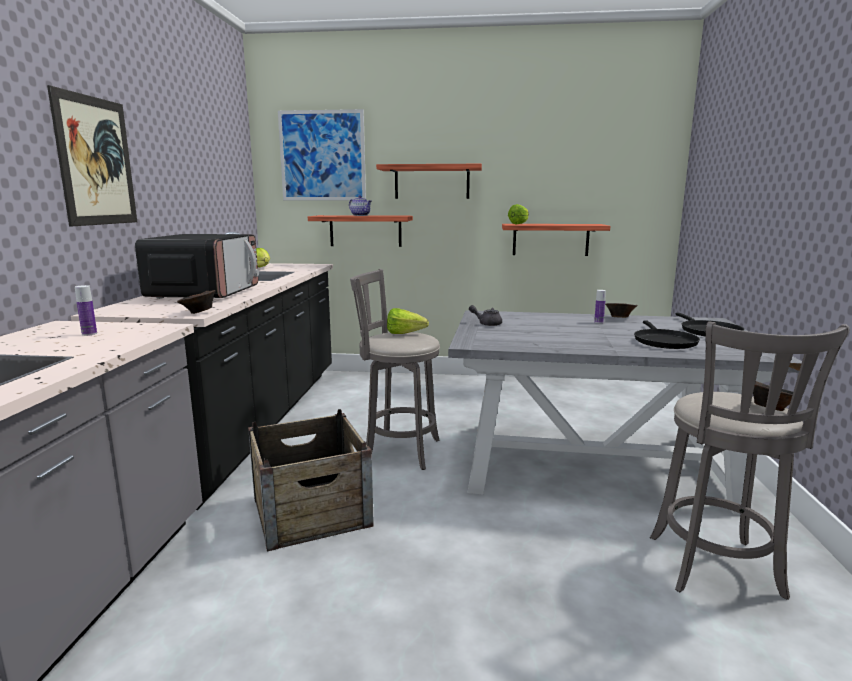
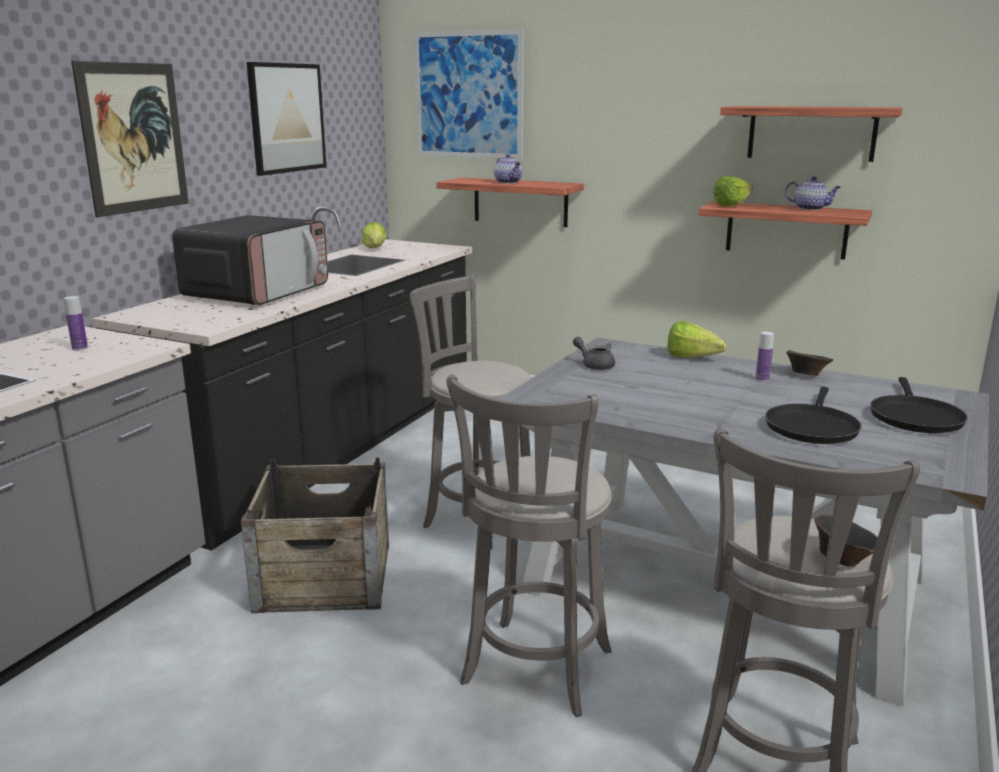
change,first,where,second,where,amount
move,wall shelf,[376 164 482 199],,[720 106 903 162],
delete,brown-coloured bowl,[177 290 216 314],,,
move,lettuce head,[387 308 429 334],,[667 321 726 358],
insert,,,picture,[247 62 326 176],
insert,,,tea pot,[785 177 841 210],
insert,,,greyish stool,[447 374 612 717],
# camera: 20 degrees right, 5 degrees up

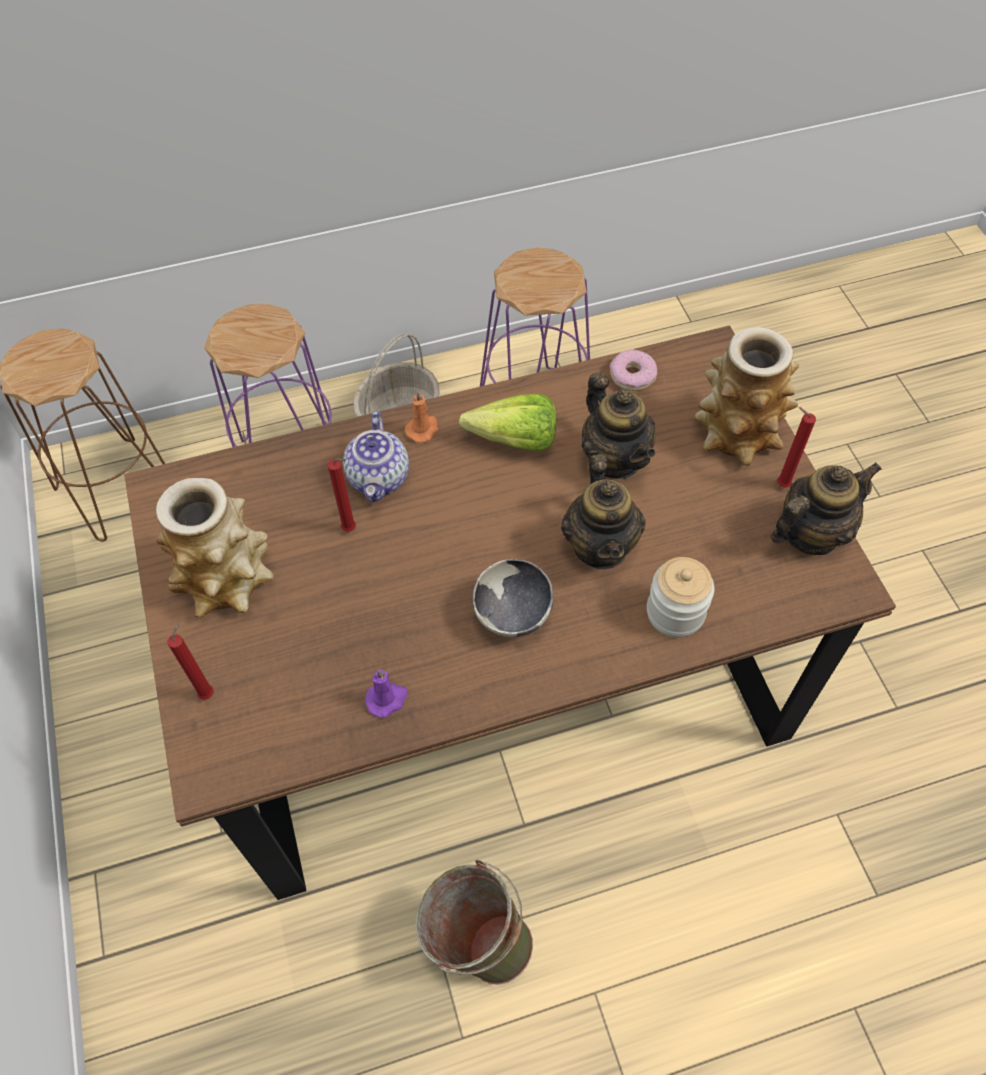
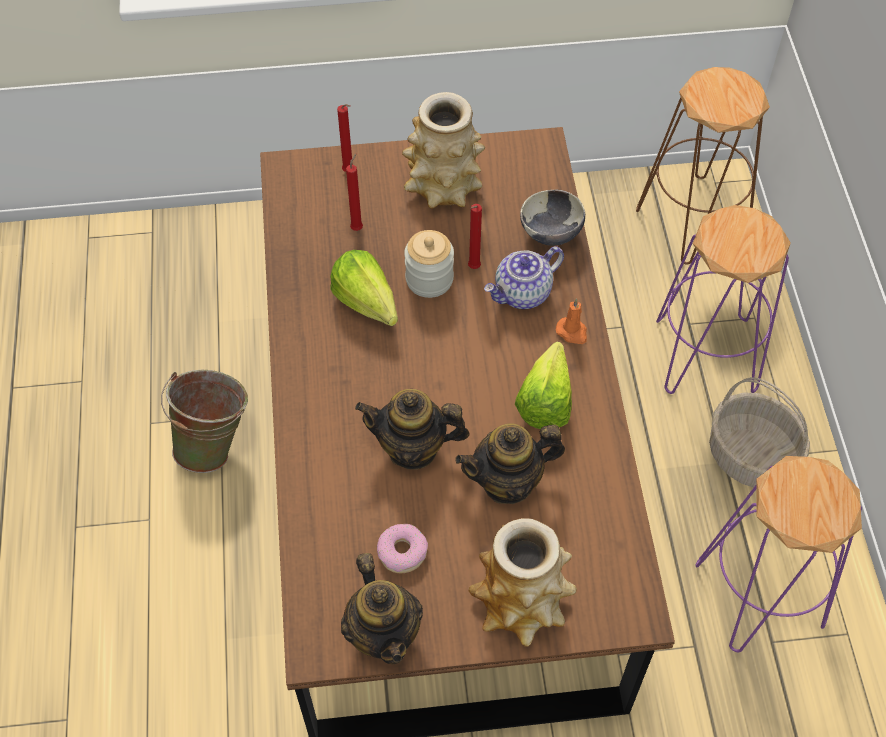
change,first,where,second,where,amount
move,doughnut,[610 349 657 391],,[377 524 428 573],
move,reddish wax light,[777 407 816 488],,[346 154 363 231],
rotate,tea pot,[343 411 409 503],,[484 247 564 309],45 degrees counterclockwise
move,storage jar,[647 557 715 637],,[404 230 454 298],
move,bowl,[472 559 553 637],,[520 190 585 246],
delete,purplish wax light,[365 669 408 718],,,
insert,,,lettuce head,[330 250 398 326],
# camera: 100 degrees right, 0 degrees up

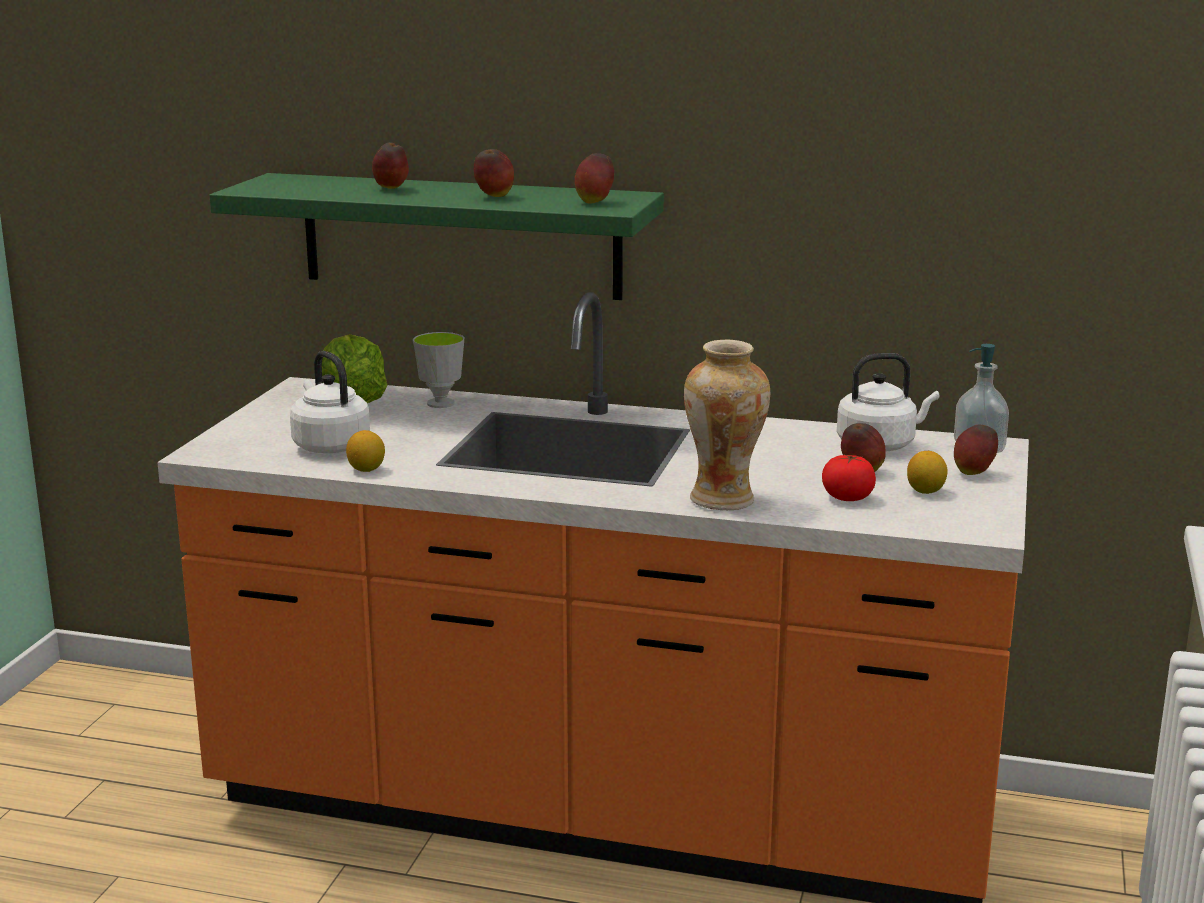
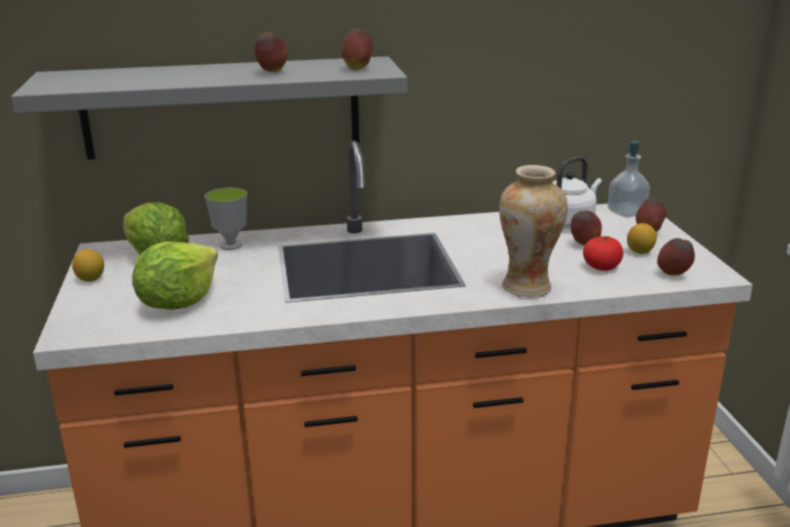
change,first,where,second,where,amount
move,whole apple,[372 142 409 189],,[657 238 695 276],
recolor,green-coloured wall shelf,[210 173 664 300],greyish wall shelf,[11 56 408 160],
replace,white-coloured tea kettle,[290 351 370 453],lettuce head,[132 242 218 310],
move,whole lemon,[346 430 385 472],,[72 249 104 282],
# camera: 25 degrees left, 5 degrees up

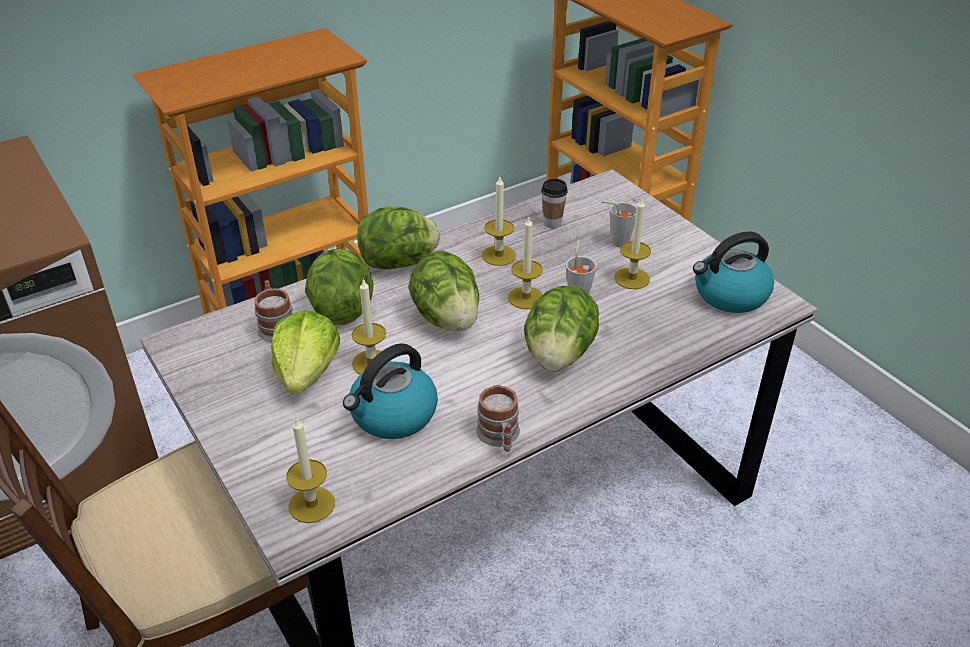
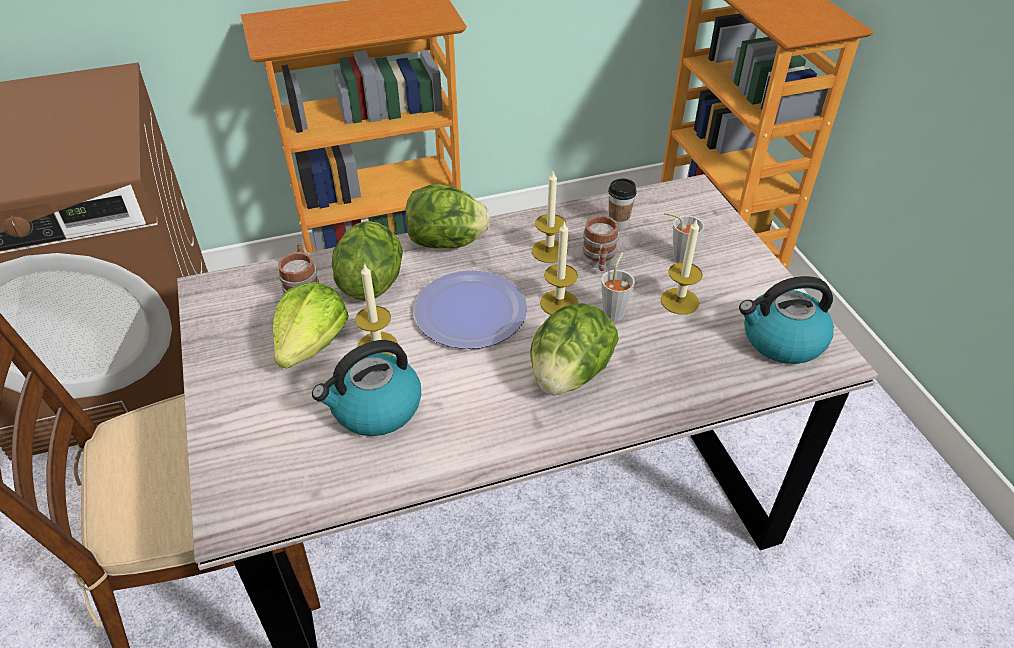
change,first,where,second,where,amount
replace,lettuce head,[409 251 479 331],plate,[414 270 527 349],
move,tea mug,[476 385 520 452],,[580 215 619 271],
delete,wax light,[286 417 335 523],,,
# camera: 15 degrees right, 5 degrees up

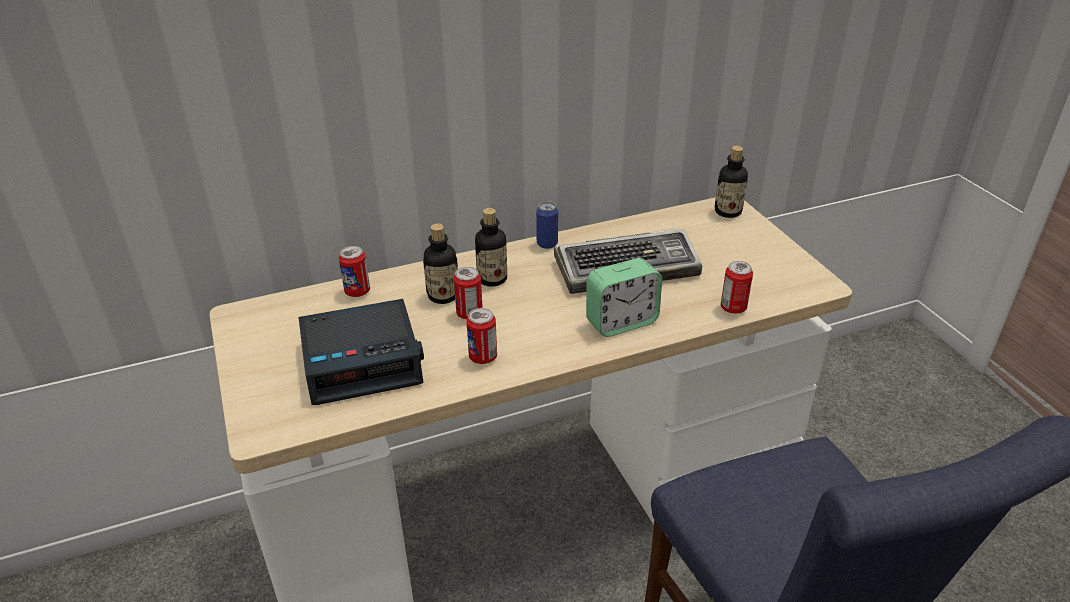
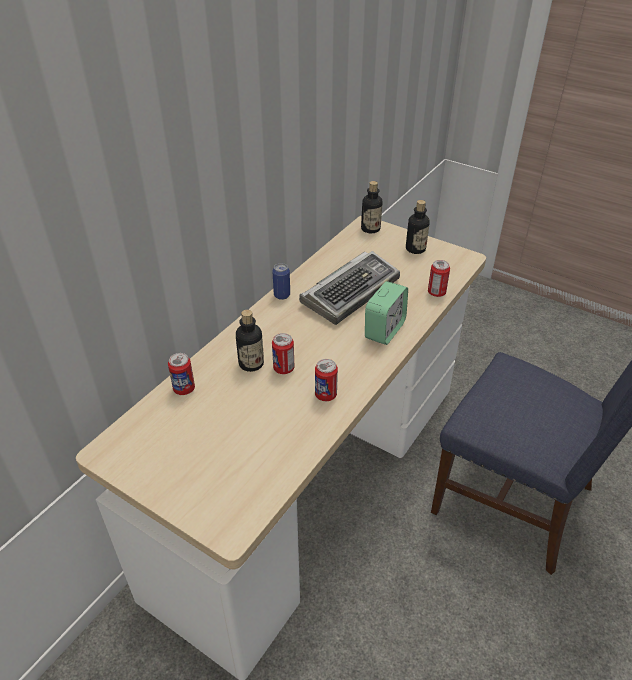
change,first,where,second,where,amount
move,beverage bottle,[475 208 507 287],,[406 200 430 254],
delete,bedside clock,[298 299 424 405],,,
# camera: 35 degrees left, 5 degrees up

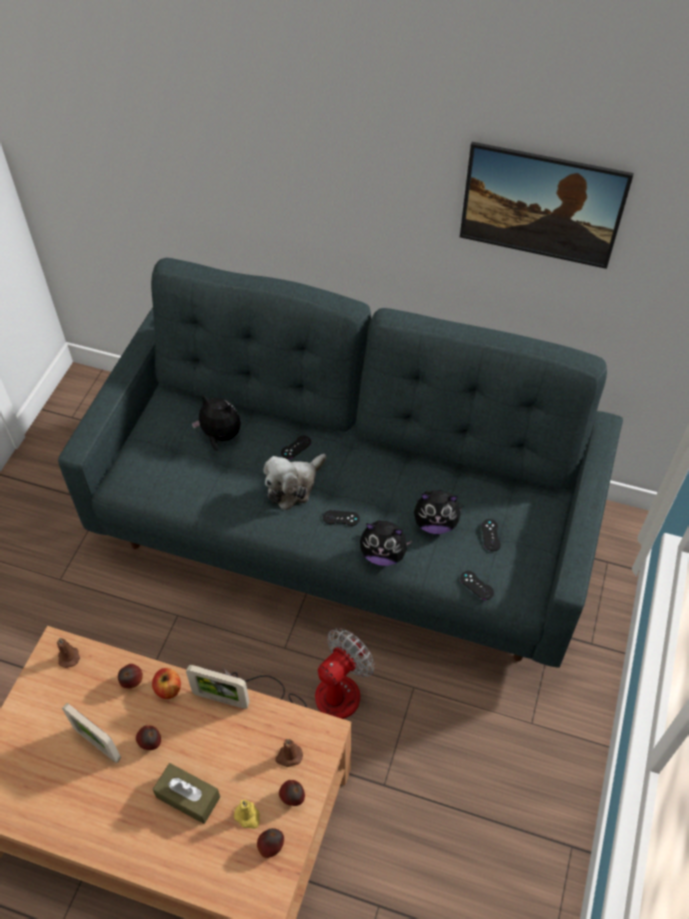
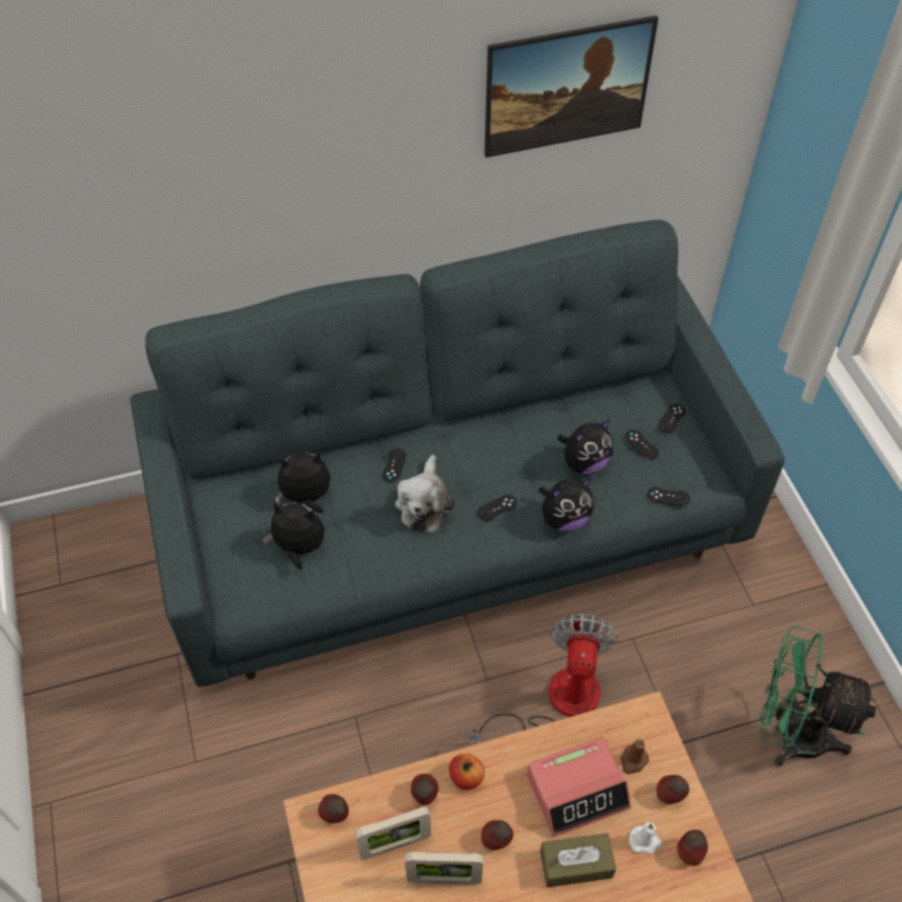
change,first,where,second,where,amount
replace,brown-coloured wax light,[57 638 80 668],whole apple,[318 794 349 823],
move,picture frame,[186 665 250 709],,[355 807 431 860],
recolor,yellow wax light,[234 799 260 829],white-coloured wax light,[629 822 662 854],
insert,,,black joypad,[658 404 686 433],
insert,,,plush toy,[262 501 325 570],
insert,,,green-coloured fan,[759 626 876 766],
insert,,,bedside clock,[527 737 631 837],
# camera: 35 degrees left, 0 degrees up

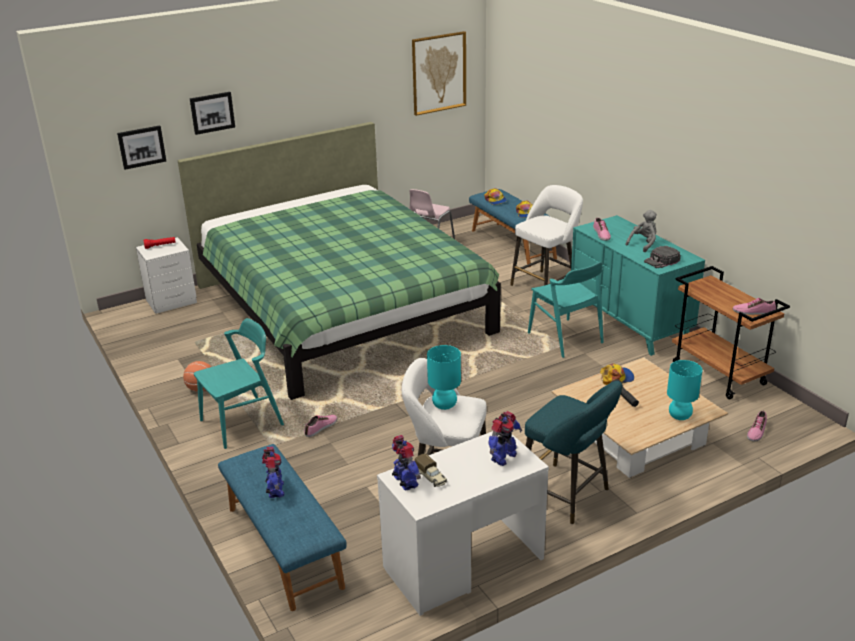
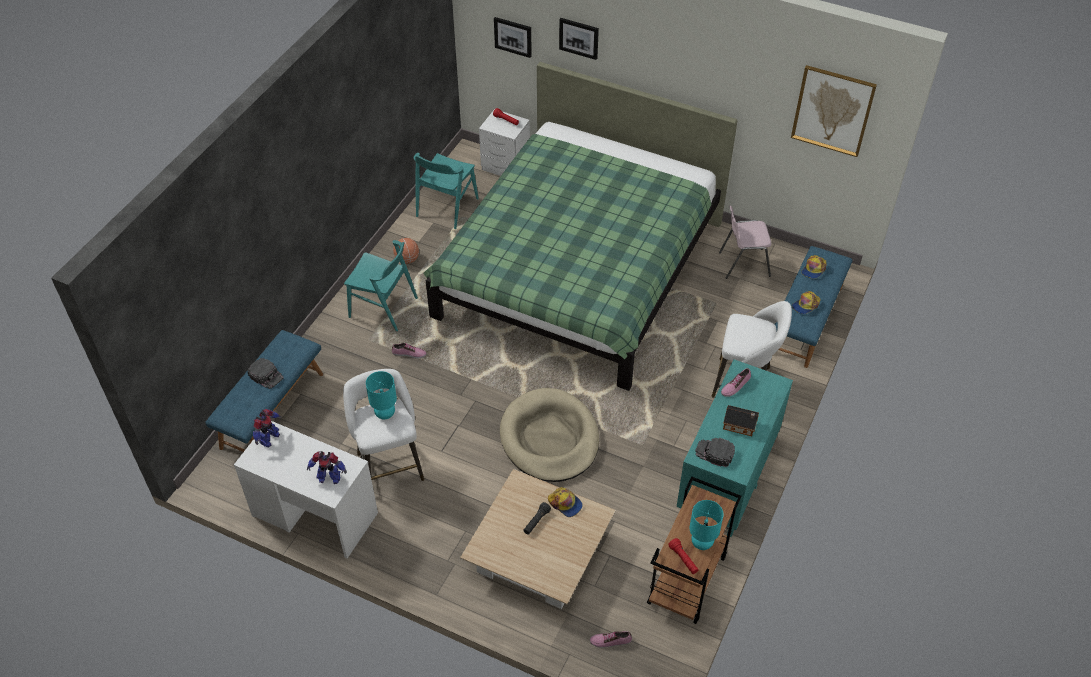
change,first,where,second,where,amount
replace,greyish plush toy,[626 210 657 252],toy house,[723 405 759 436],
move,turquoise-coloured upright chair,[528 262 604 358],,[414 153 479 229],
replace,shoe,[733 298 776 315],reddish flashlight,[668 538 699 574],
move,turquoise-coloured tabletop lamp,[667 360 702 420],,[690 500 724 550],
delete,turquoise-coloured stool,[525 381 622 524],,,
replace,model robot,[262 447 284 498],black baseball cap,[247 358 283 389],
delete,toy lorry,[414 453 447 487],,,
insert,,,beige pet bed,[500 388 599 482],
# camera: 55 degrees right, 20 degrees up

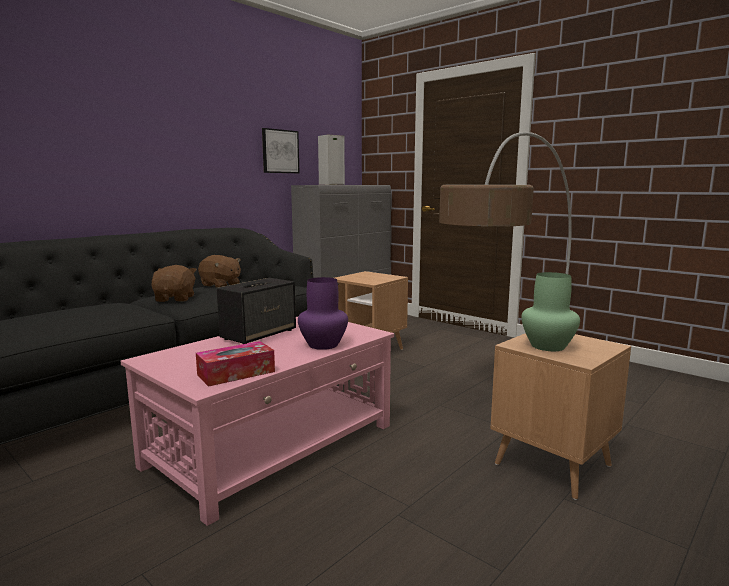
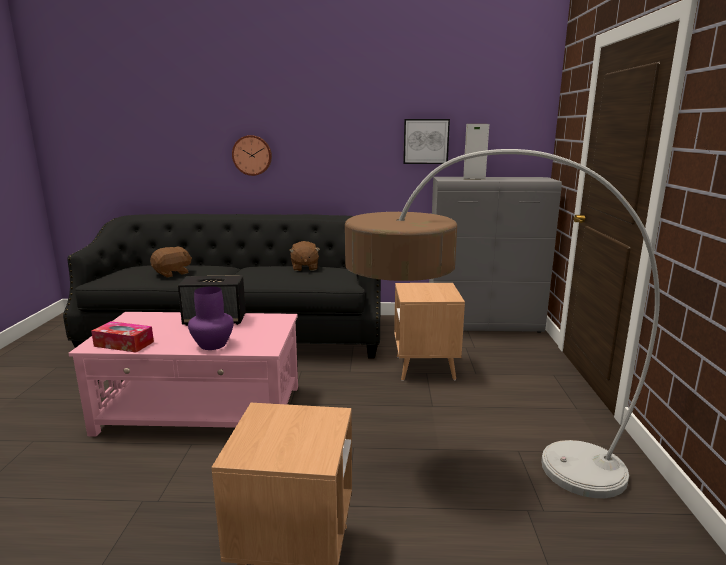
change,first,where,second,where,amount
move,brown-coloured plush toy,[151 265 197 302],,[150 247 192 278],
delete,green-coloured vase,[521 272 580 351],,,
insert,,,clock on the wall,[232 135 272 176],
# camera: 50 degrees right, 5 degrees up

